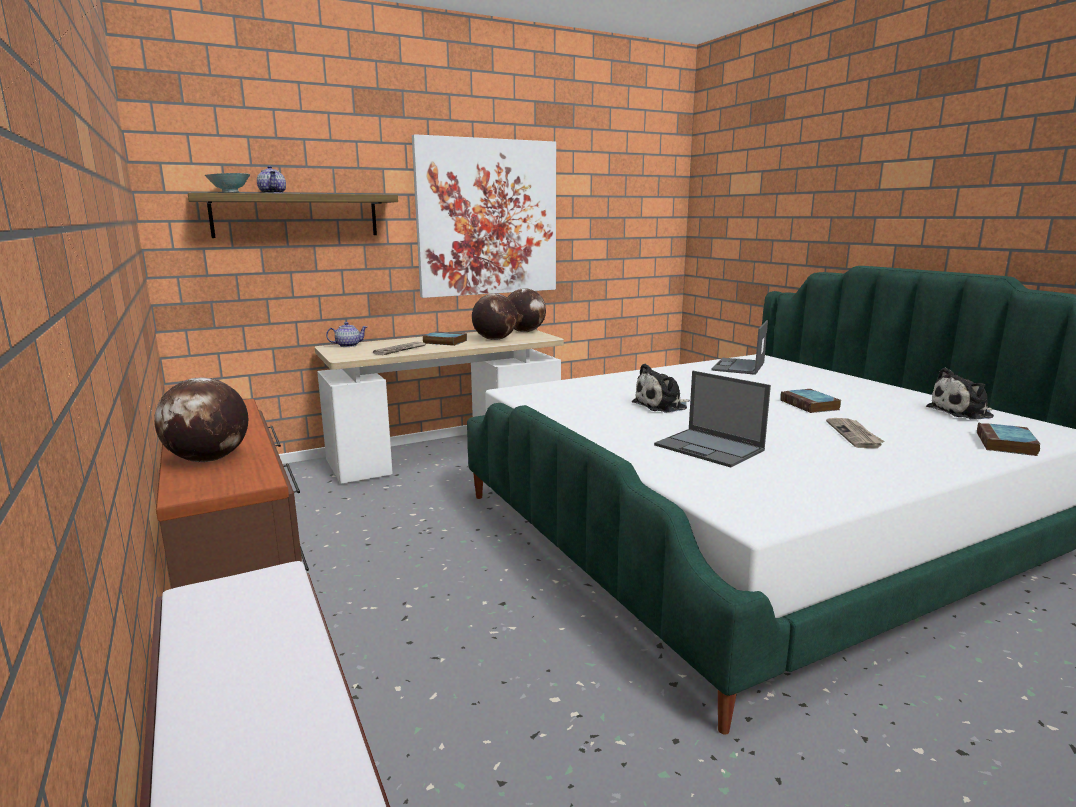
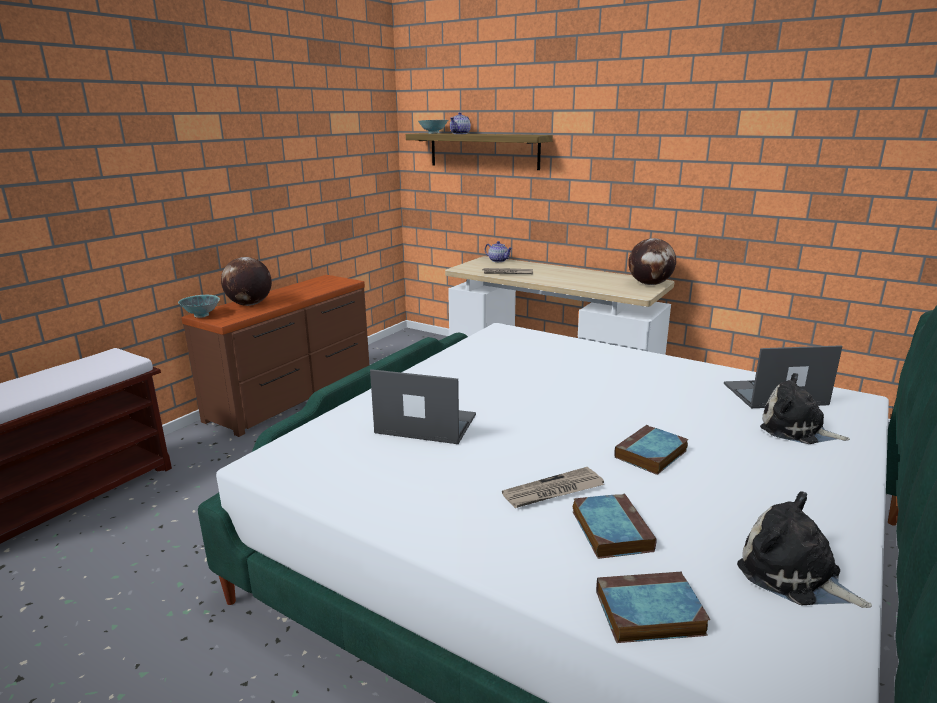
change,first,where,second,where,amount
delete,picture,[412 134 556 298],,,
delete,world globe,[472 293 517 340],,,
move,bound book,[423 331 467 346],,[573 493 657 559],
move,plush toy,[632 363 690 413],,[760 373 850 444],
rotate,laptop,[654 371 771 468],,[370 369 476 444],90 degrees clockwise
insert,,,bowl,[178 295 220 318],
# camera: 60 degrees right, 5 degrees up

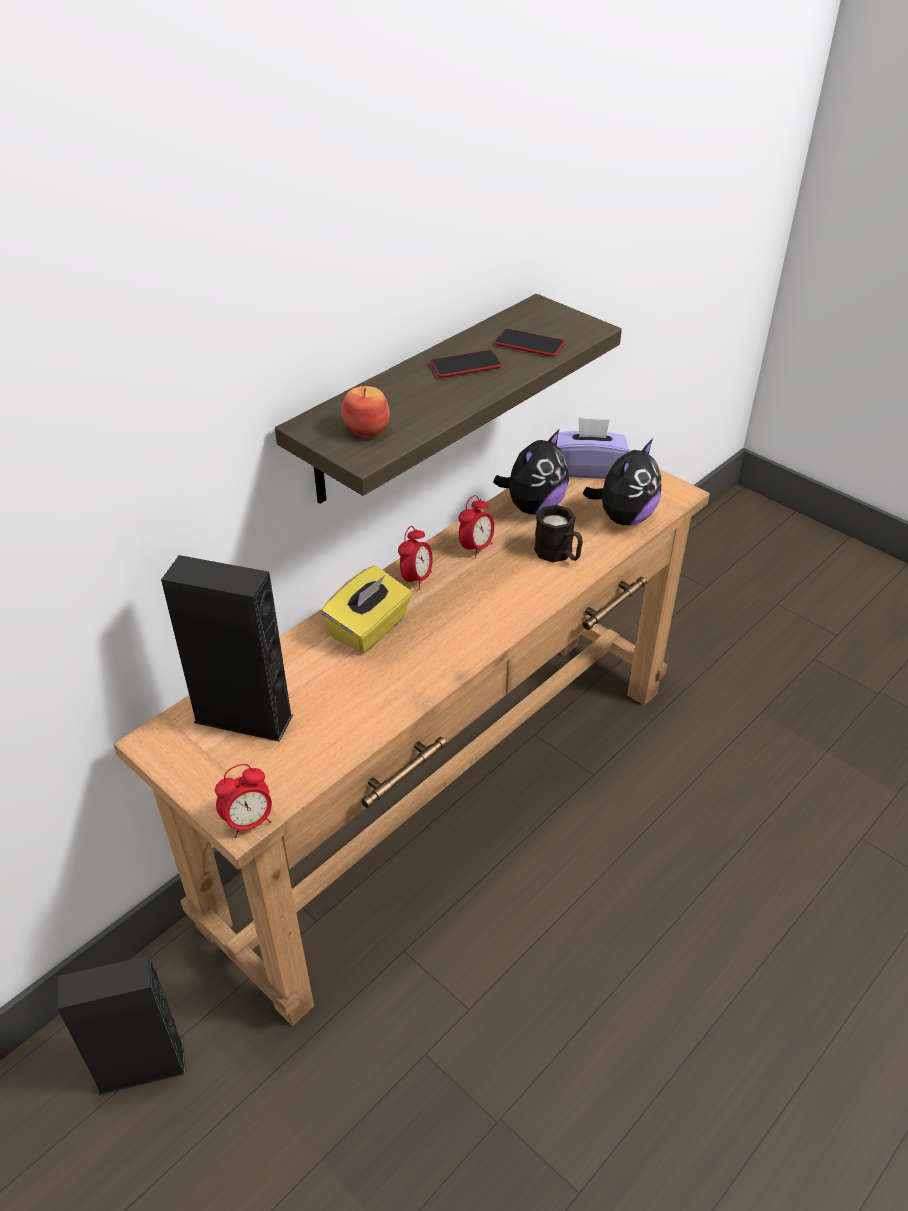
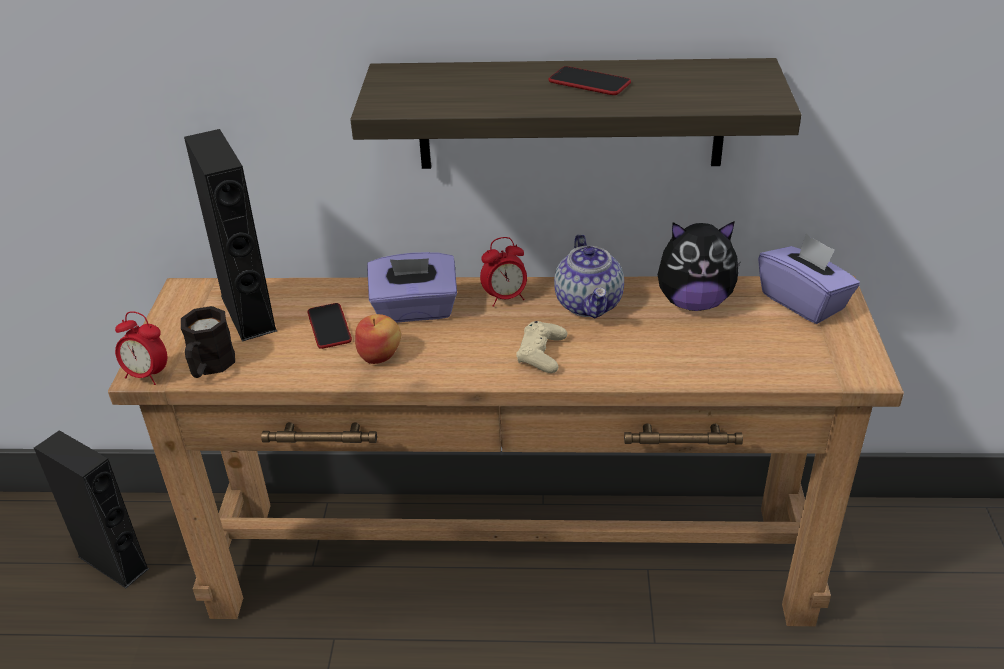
change,first,where,second,where,amount
move,telephone,[494 329 565 357],,[308 303 352 349],
move,whole apple,[341 386 390 438],,[355 314 401 364],
delete,plush toy,[583 439 661 525],,,
replace,bedside clock,[458 495 494 558],tea pot,[554 234 624 318],
move,black tea mug,[534 505 583 563],,[181 306 235 378],
recolor,yellow box of tissues,[321 565 412 653],purplish box of tissues,[367 252 457 323],
insert,,,beige joypad,[516 321 567 373],
# camera: 50 degrees right, 5 degrees down

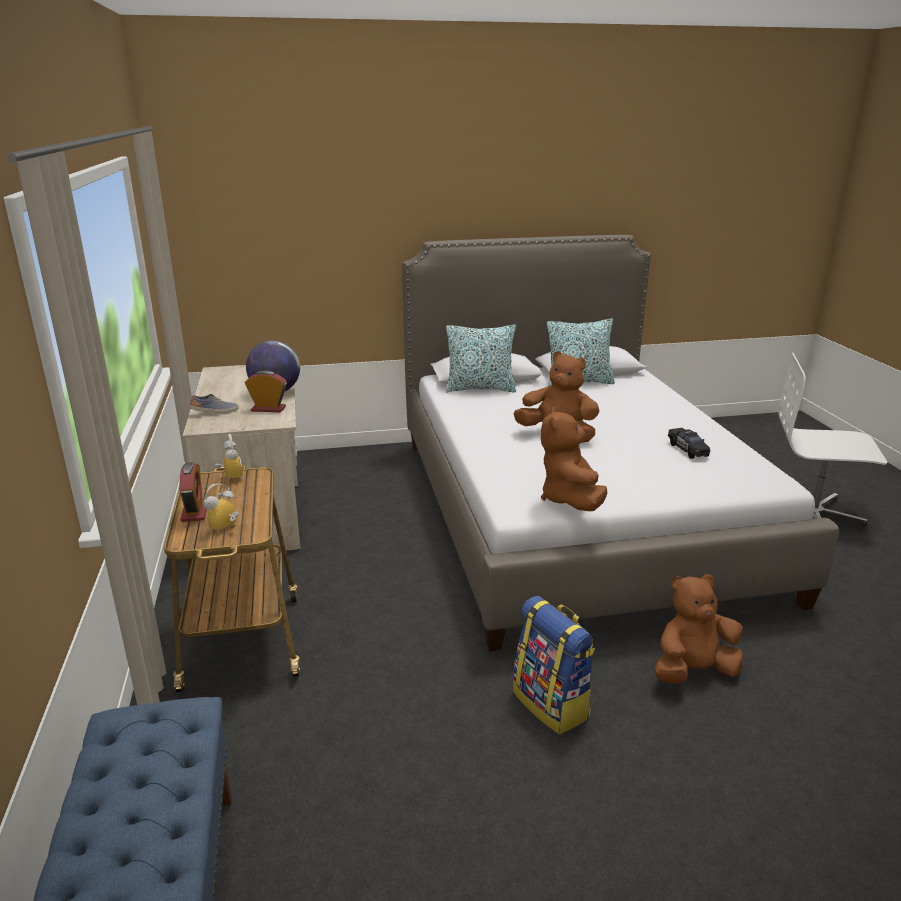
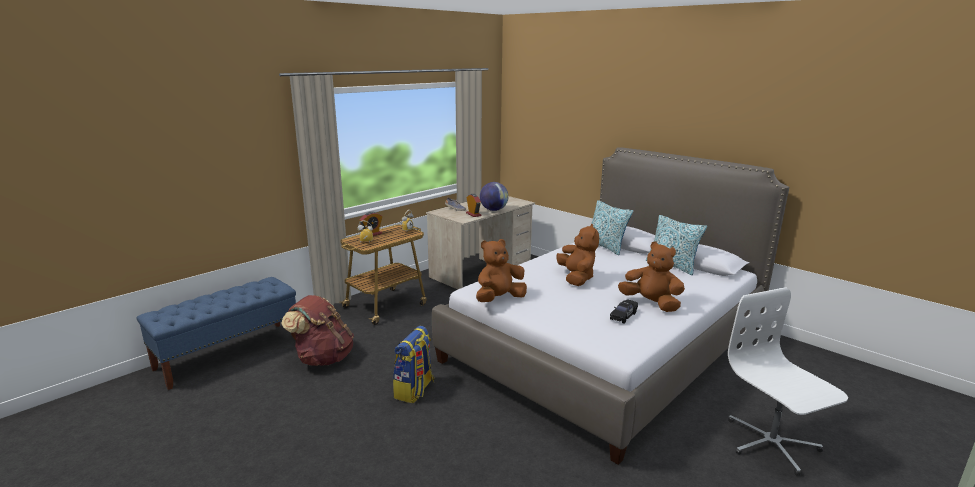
change,first,where,second,where,amount
move,brown-coloured plush toy,[655 574 743 684],,[618 241 685 312],
insert,,,brown-coloured rucksack,[281 295 354 366],
# camera: 55 degrees right, 5 degrees down

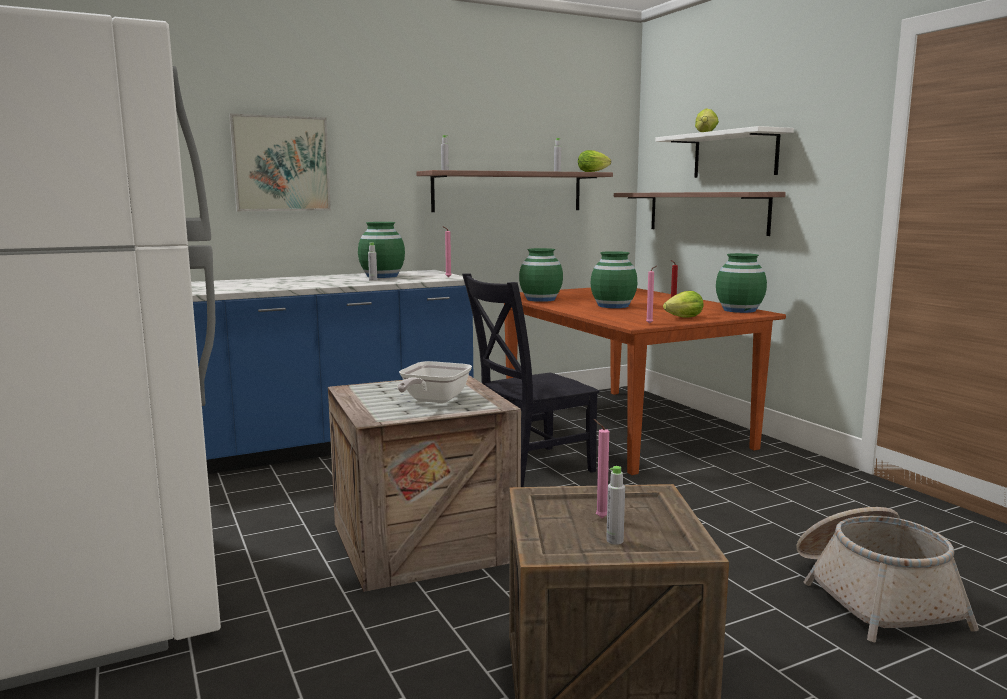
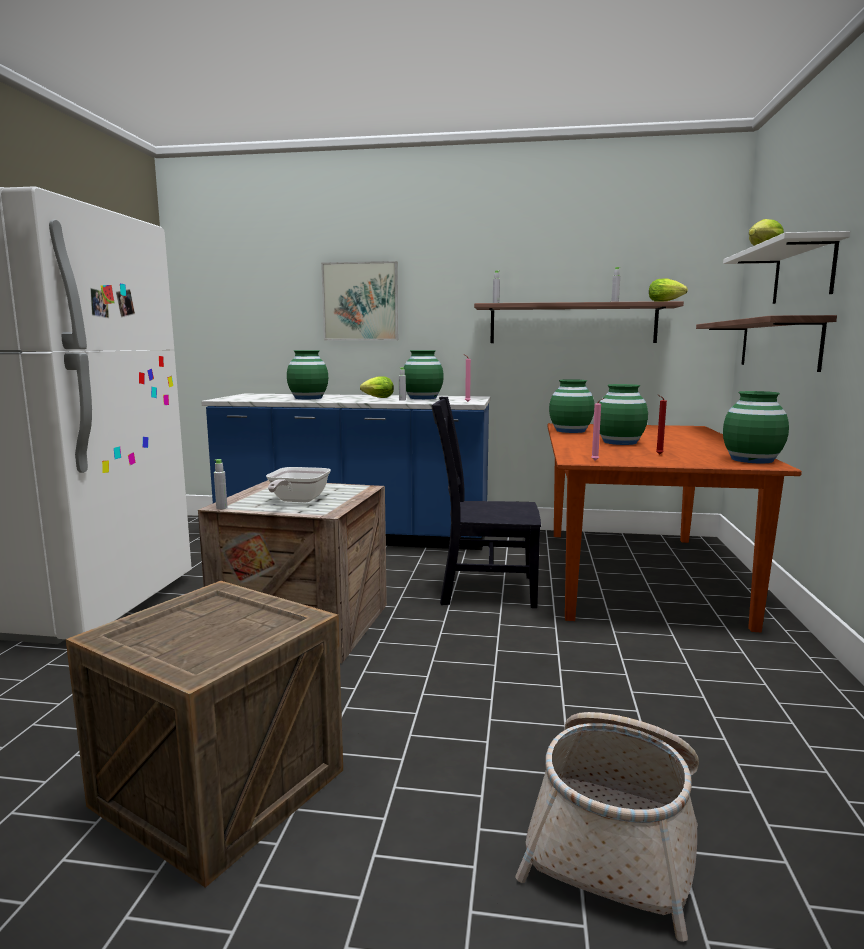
change,first,where,second,where,amount
move,lettuce head,[663 291 704 318],,[360 376 394 398],
rotate,pan,[398 361 472 403],,[266 467 331 502],45 degrees counterclockwise
delete,pinkish wax light,[594 419 609 518],,,
move,greyish beverage bottle,[606 466 625 545],,[214 459 227 509],
insert,,,green-coloured vase,[287 350 328 399],
# camera: 35 degrees right, 0 degrees up

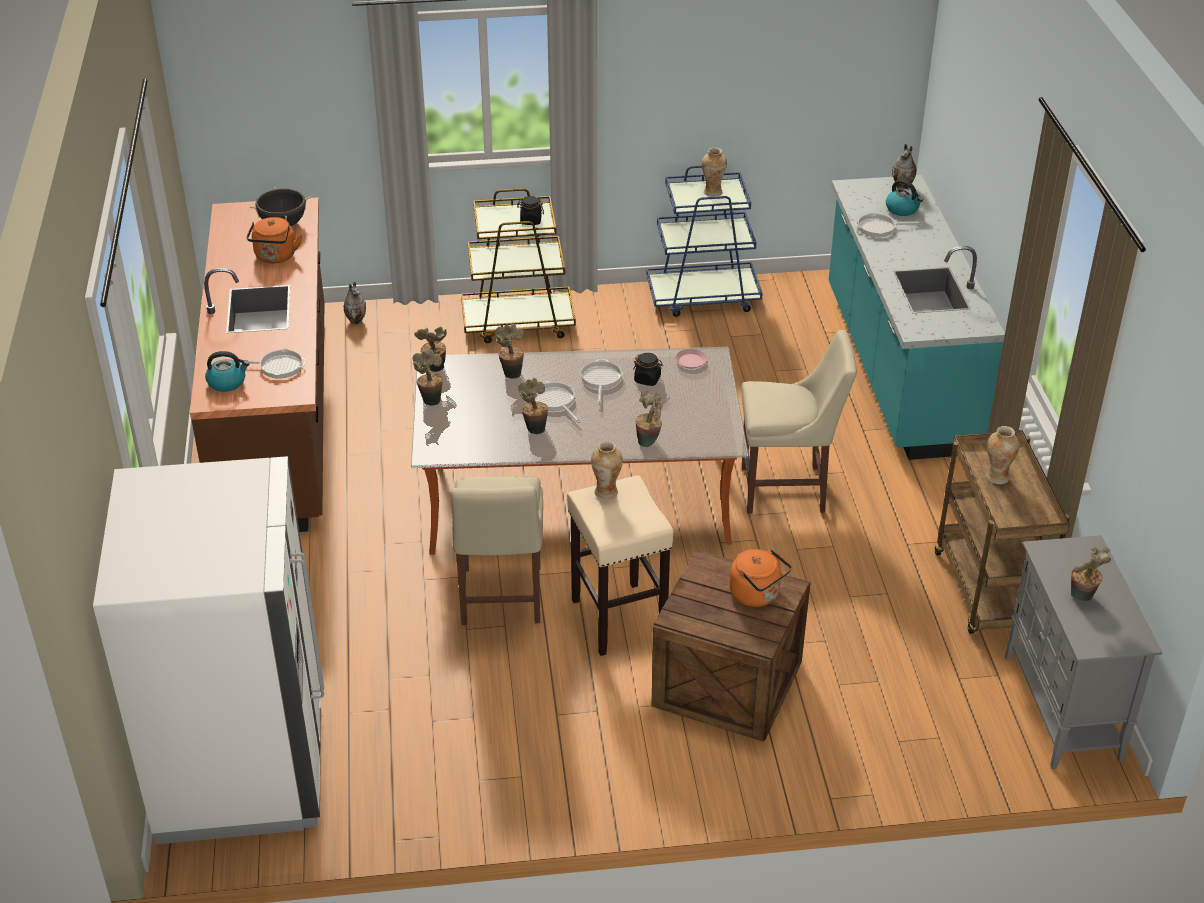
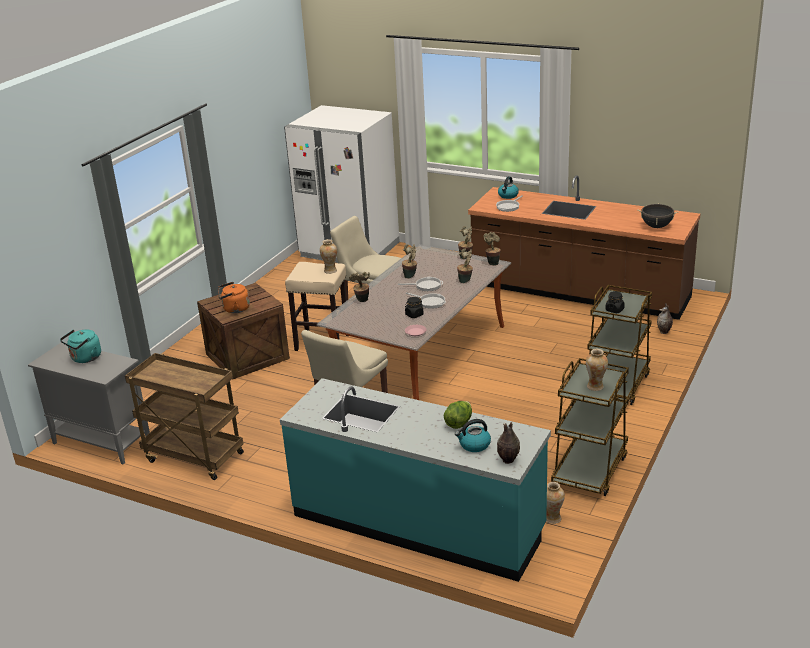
change,first,where,second,where,amount
recolor,blue wheeled cart,[646 165 763 317],brown-coloured wheeled cart,[551 358 629 496],
replace,pan,[855 213 922 237],lettuce head,[444 401 472 429],
delete,orange-coloured tea kettle,[247 217 302 263],,,
move,vase,[986 426 1020 484],,[546 482 565 524],
replace,houseplant,[1071 547 1111 601],turquoise-coloured tea kettle,[60 329 101 363],
# camera: 125 degrees right, 10 degrees down

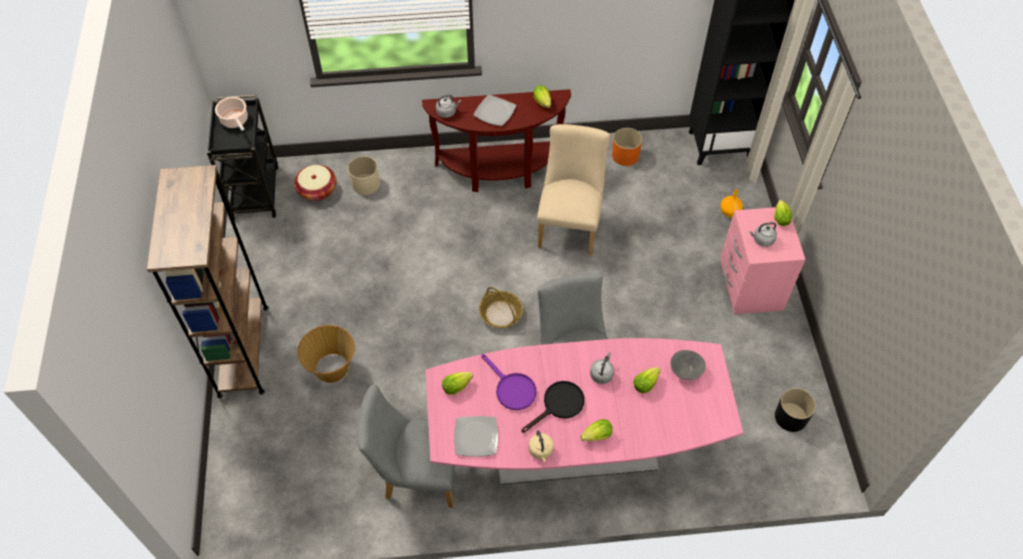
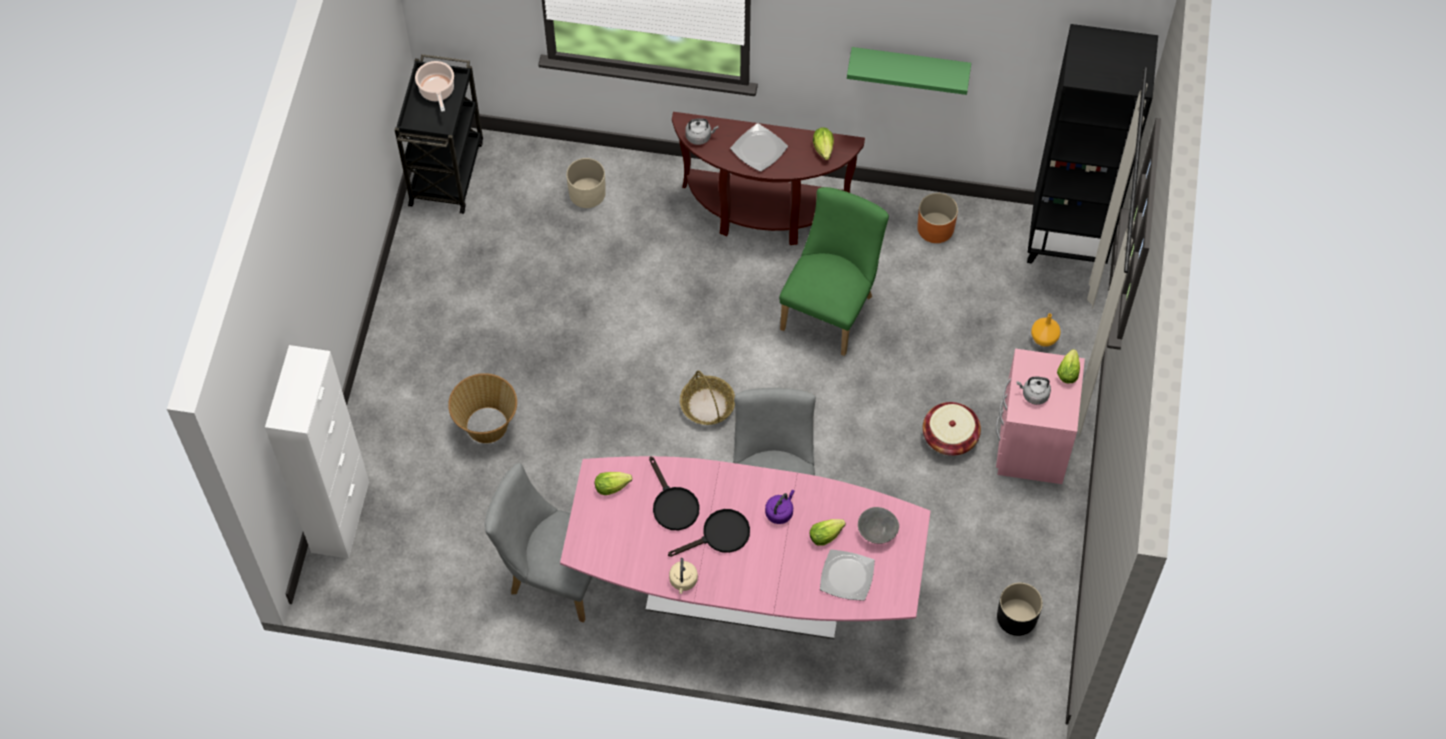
change,first,where,second,where,amount
recolor,beige upright chair,[537 124 610 256],green-coloured upright chair,[779 187 889 356],
delete,brown-coloured shelving unit,[147 165 269 398],,,
move,storage basket,[294 165 336 201],,[923 402 981 456],
recolor,greyish tea kettle,[590 352 614 384],purplish tea kettle,[765 490 795 524],
recolor,purplish pan,[481 354 537 410],black pan,[649 456 700 530],
move,plate,[454 416 498 457],,[820 549 875 601],
delete,lettuce head,[580 419 613 441],,,
insert,,,green-coloured wall shelf,[847 47 971 95],
insert,,,white-coloured storage cabinet,[265 345 369 559],
# camera: 15 degrees right, 5 degrees up

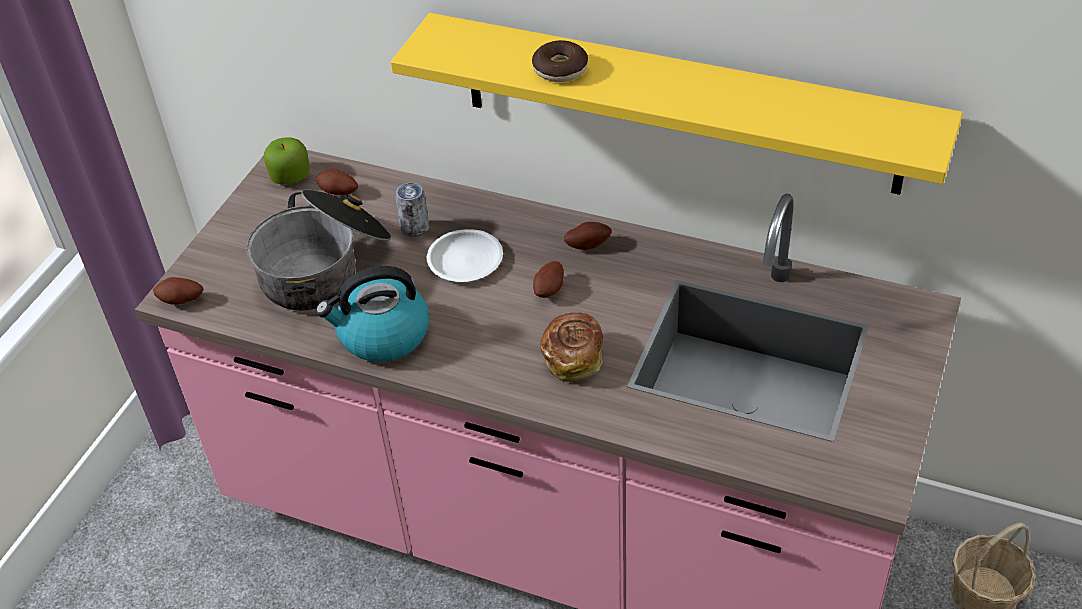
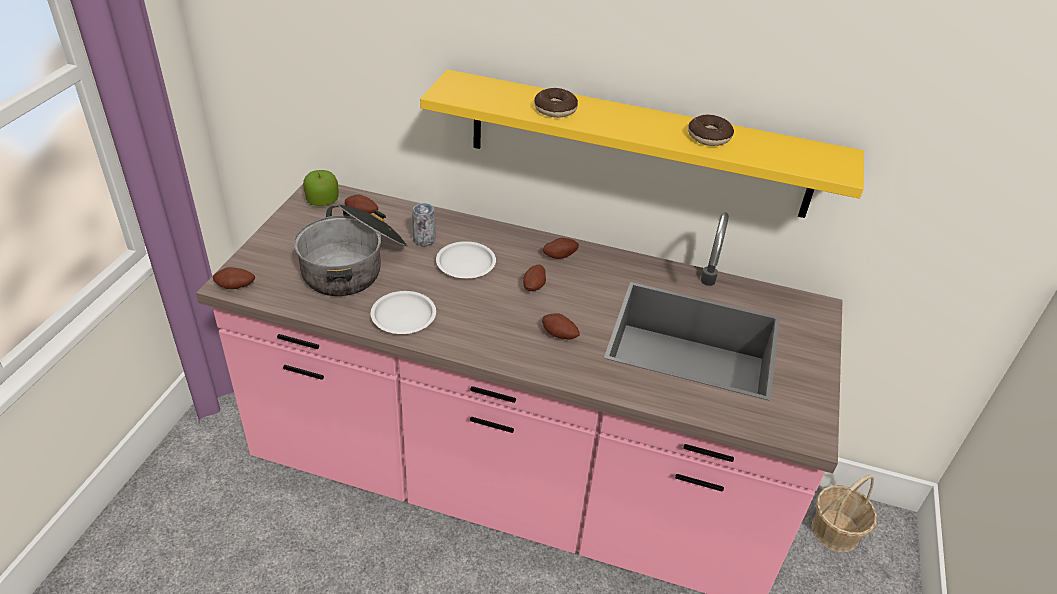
change,first,where,second,where,amount
replace,tea kettle,[316 266 429 362],white-coloured plate,[371 291 436 334],
replace,bread,[540 313 603 382],potato,[542 313 580 340],
insert,,,doughnut,[688 115 734 146],
# camera: 10 degrees left, 5 degrees down

